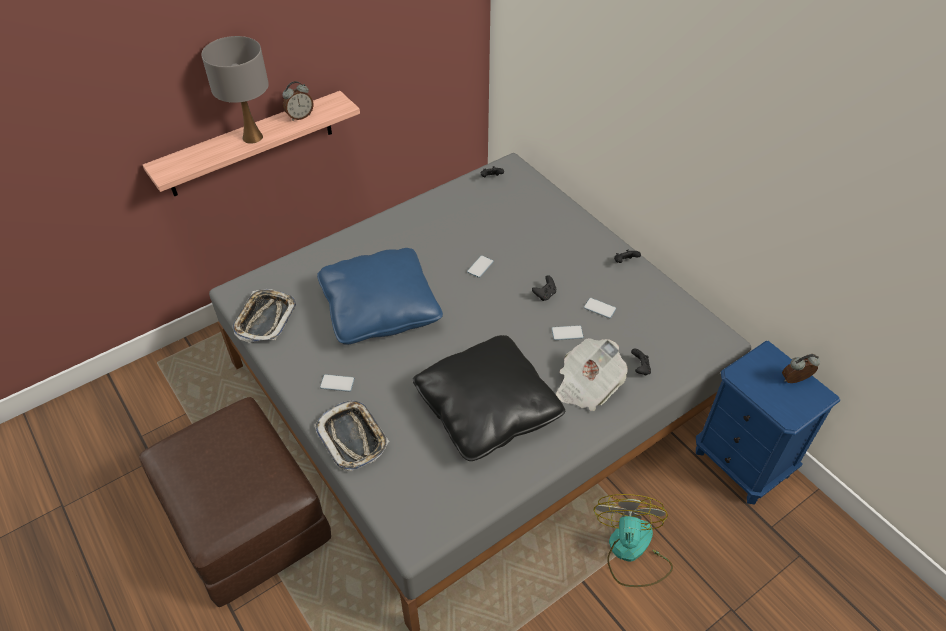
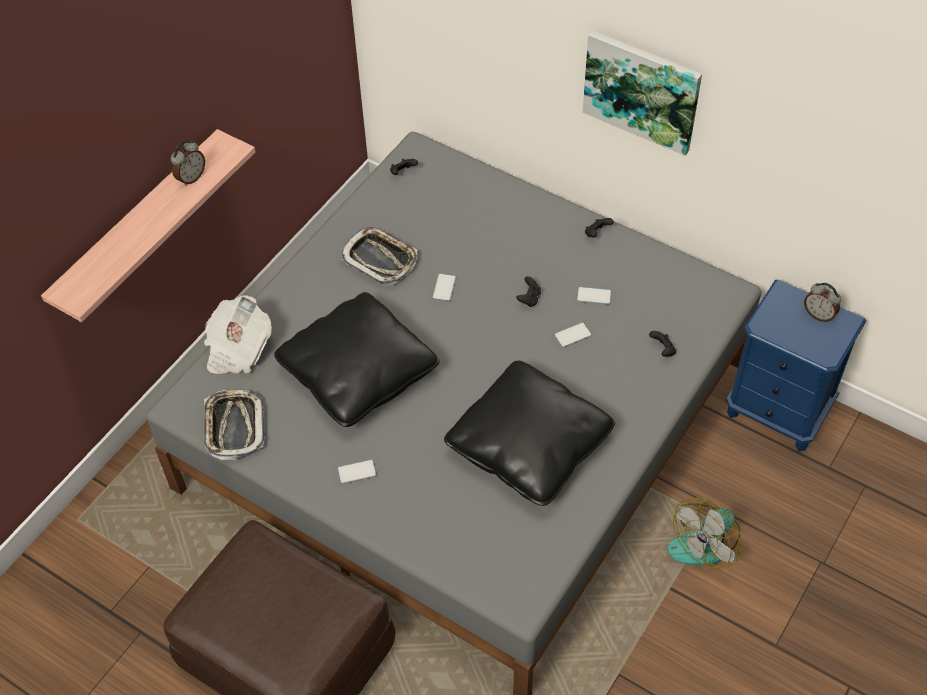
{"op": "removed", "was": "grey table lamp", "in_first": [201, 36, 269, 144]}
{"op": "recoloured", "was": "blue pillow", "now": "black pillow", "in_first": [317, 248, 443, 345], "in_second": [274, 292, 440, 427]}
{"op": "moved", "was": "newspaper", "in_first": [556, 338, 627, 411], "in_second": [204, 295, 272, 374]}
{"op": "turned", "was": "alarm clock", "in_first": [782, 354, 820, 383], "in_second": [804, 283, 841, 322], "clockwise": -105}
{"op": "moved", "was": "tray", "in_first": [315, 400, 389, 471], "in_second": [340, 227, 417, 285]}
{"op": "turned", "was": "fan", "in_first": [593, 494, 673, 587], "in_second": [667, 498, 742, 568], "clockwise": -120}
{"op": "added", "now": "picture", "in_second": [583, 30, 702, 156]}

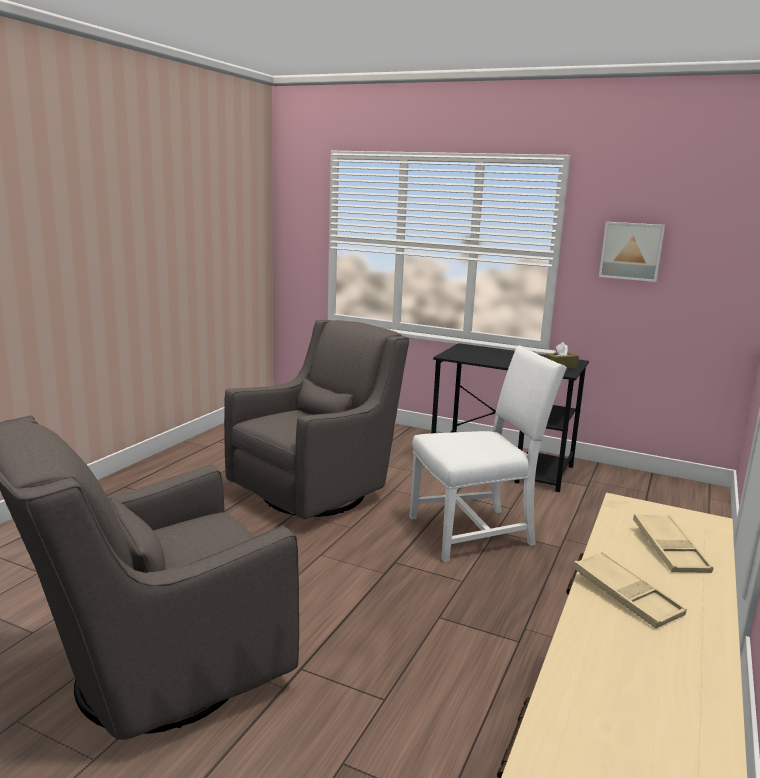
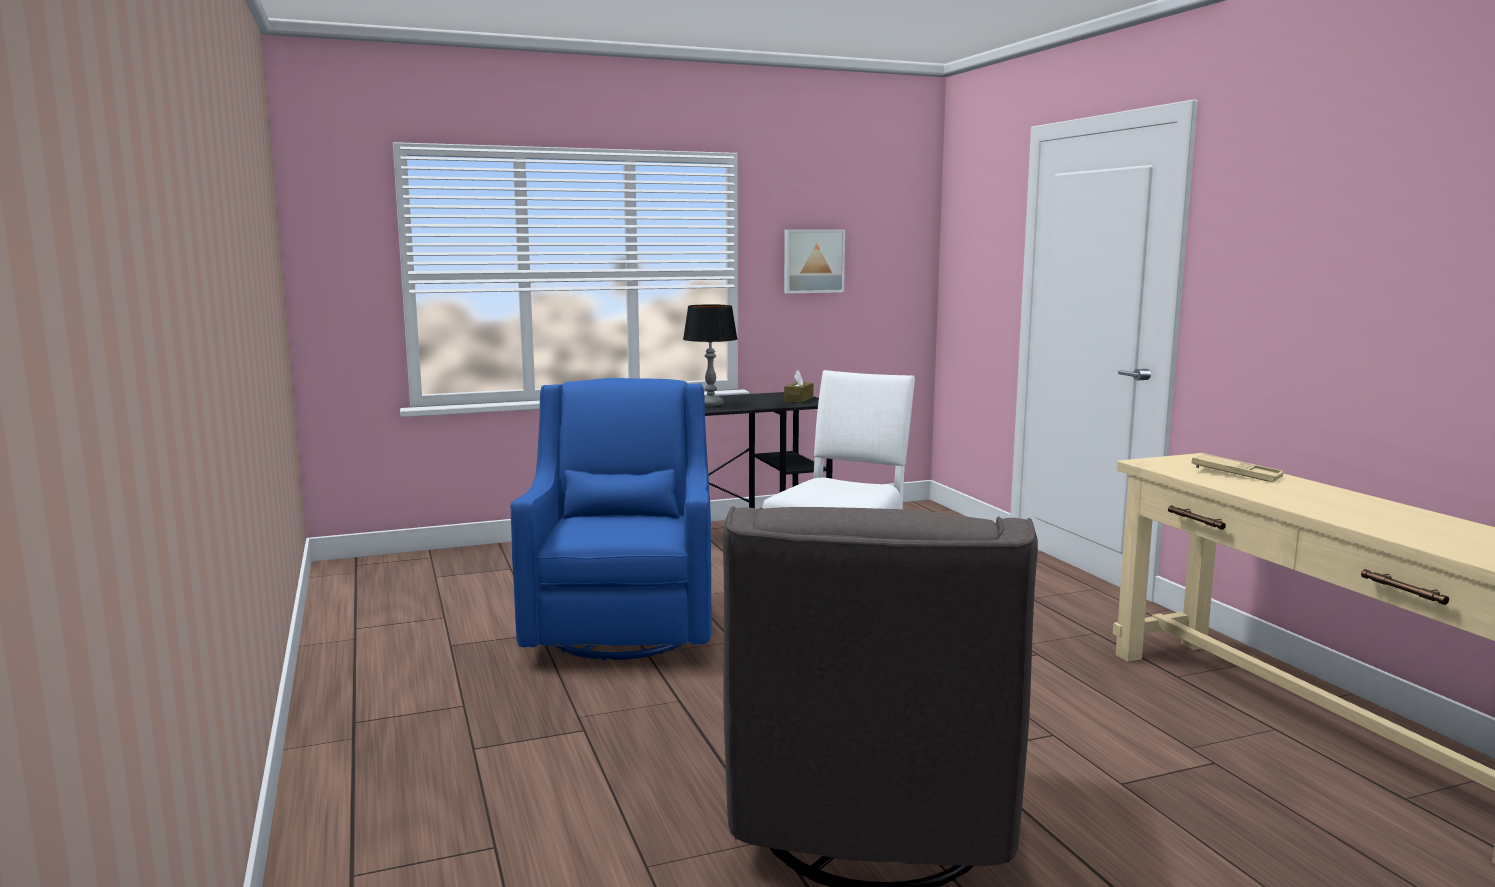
{"op": "recoloured", "was": "grey armchair", "now": "blue armchair", "in_first": [224, 320, 409, 519], "in_second": [510, 378, 712, 660]}
{"op": "removed", "was": "beige tray", "in_first": [573, 552, 687, 629]}
{"op": "added", "now": "table lamp", "in_second": [683, 304, 738, 407]}

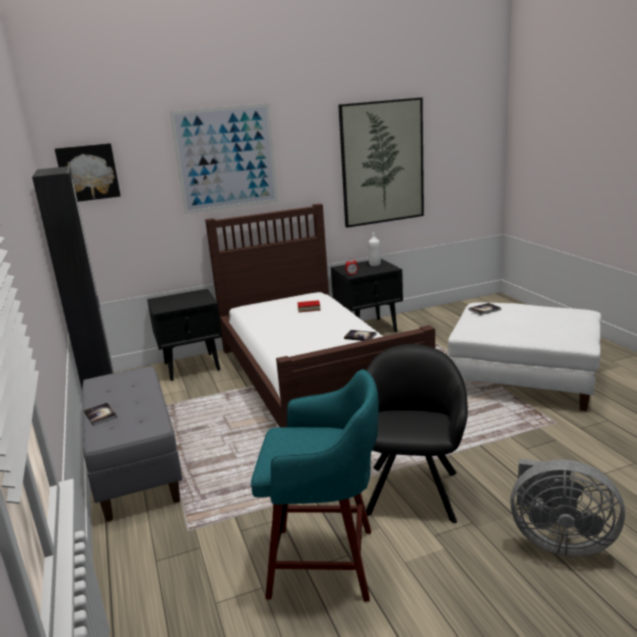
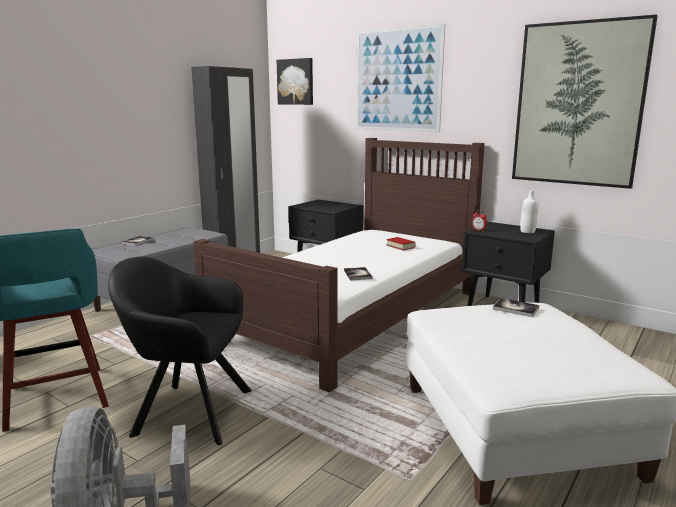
{"op": "turned", "was": "black armchair", "in_first": [366, 344, 468, 523], "in_second": [108, 256, 252, 445], "clockwise": -150}

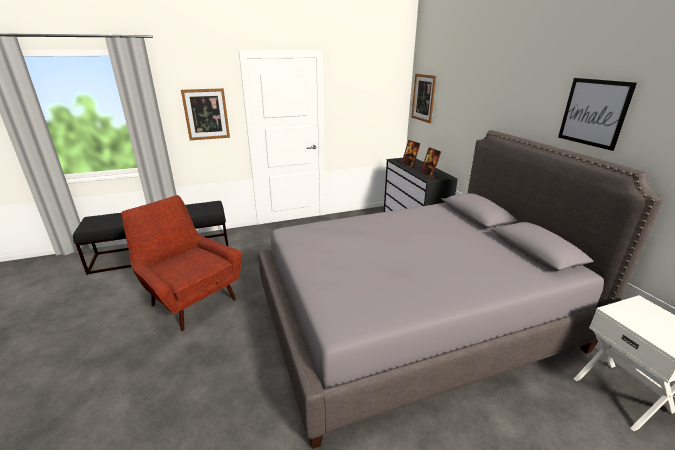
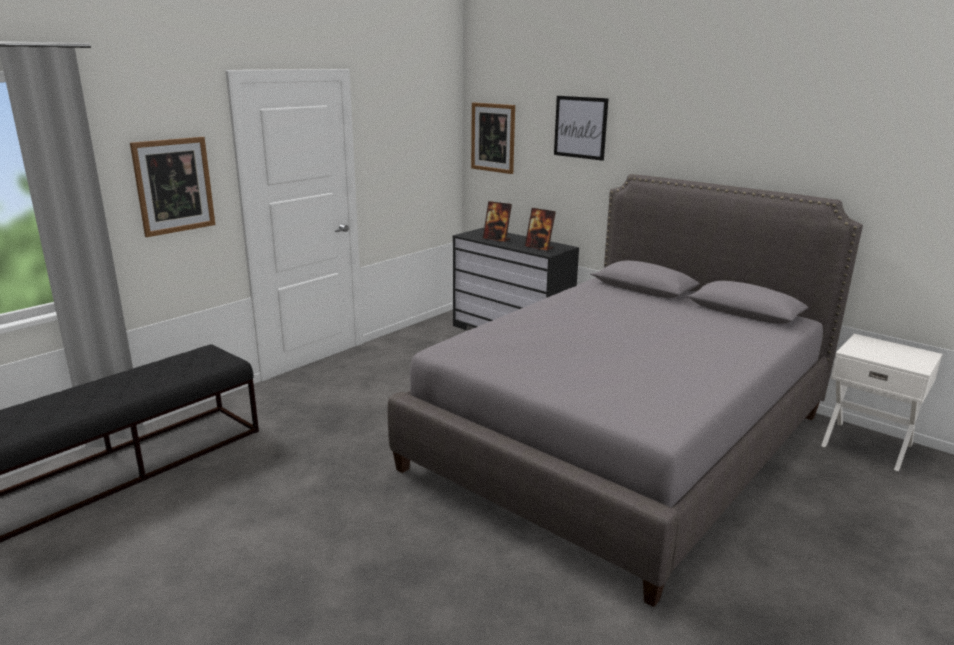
{"op": "moved", "was": "picture", "in_first": [558, 78, 637, 151], "in_second": [554, 96, 609, 161]}
{"op": "removed", "was": "red armchair", "in_first": [121, 195, 242, 331]}

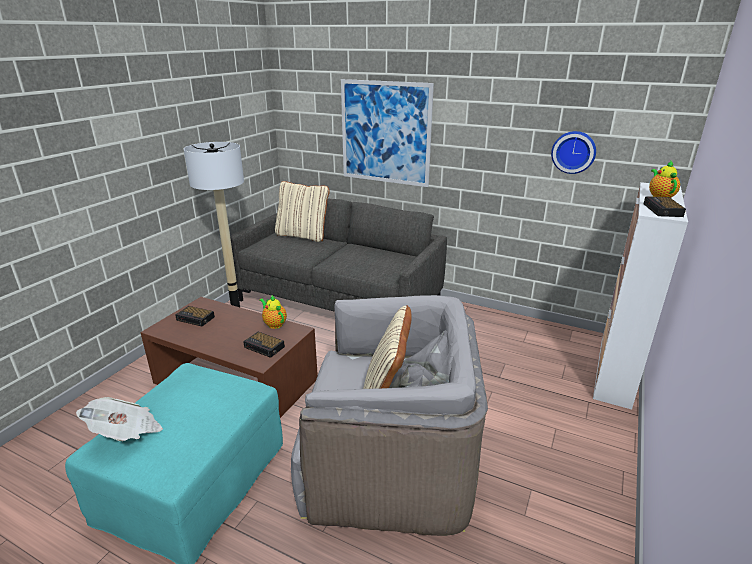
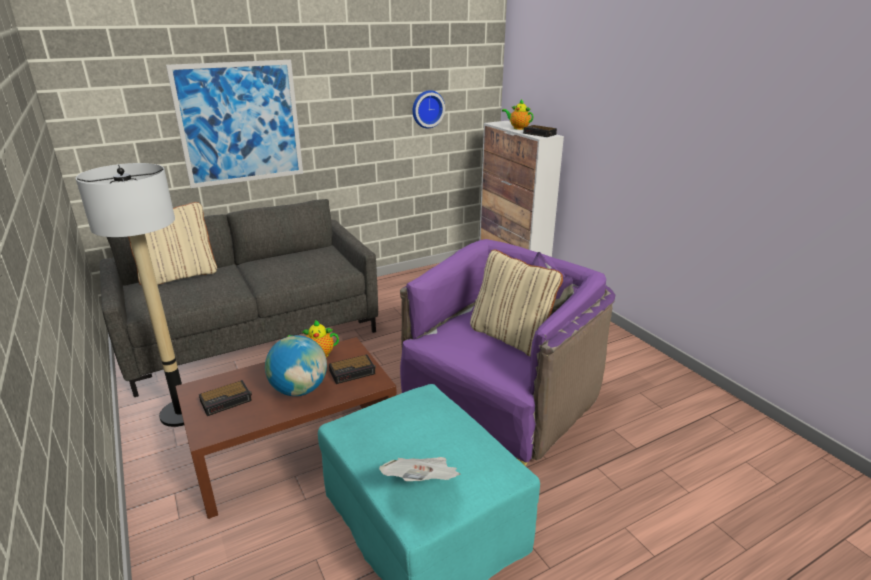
{"op": "recoloured", "was": "grey armchair", "now": "purple armchair", "in_first": [291, 295, 488, 536], "in_second": [400, 239, 615, 465]}
{"op": "added", "now": "globe", "in_second": [265, 335, 327, 396]}

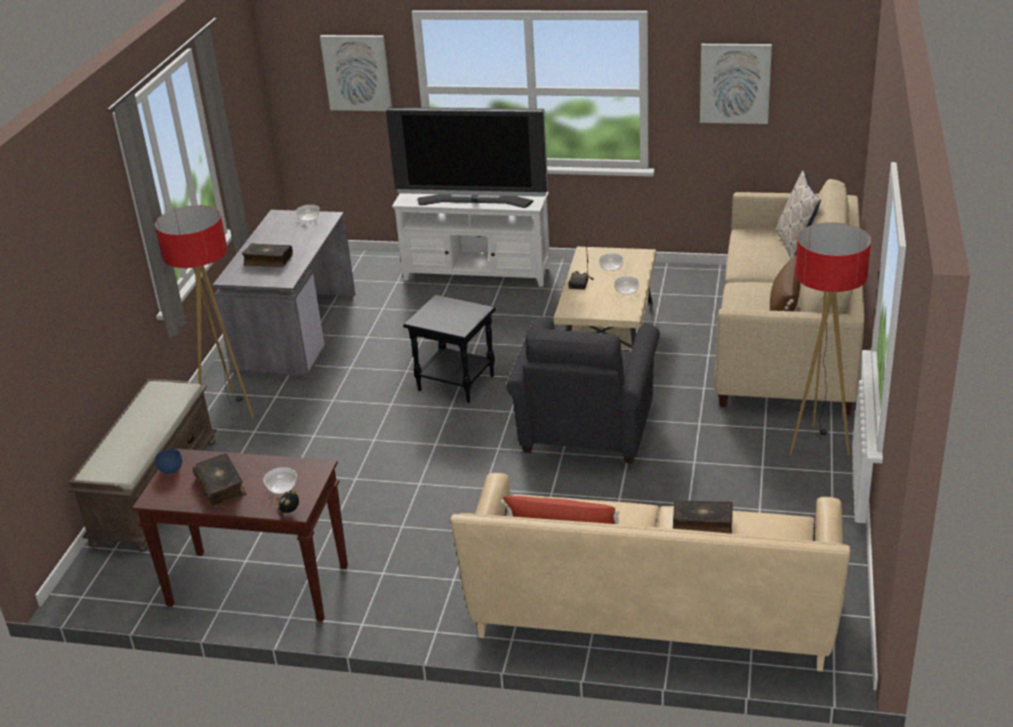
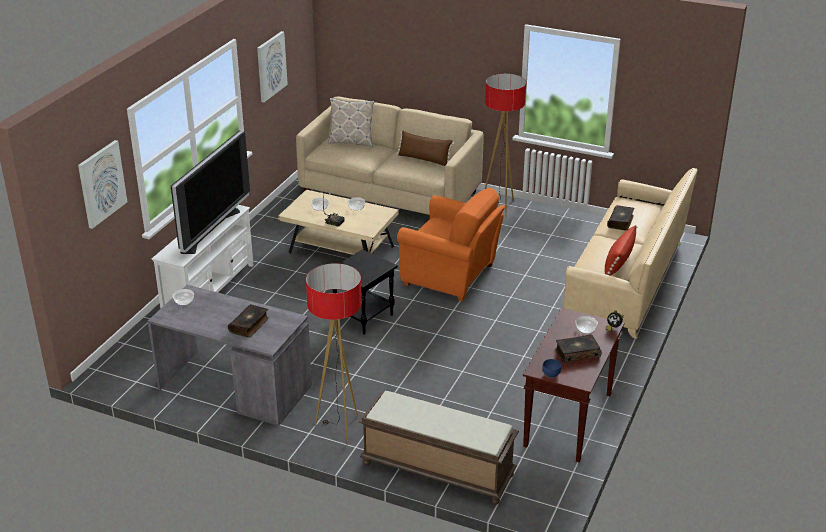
{"op": "recoloured", "was": "grey armchair", "now": "orange armchair", "in_first": [506, 317, 660, 464], "in_second": [397, 188, 505, 301]}

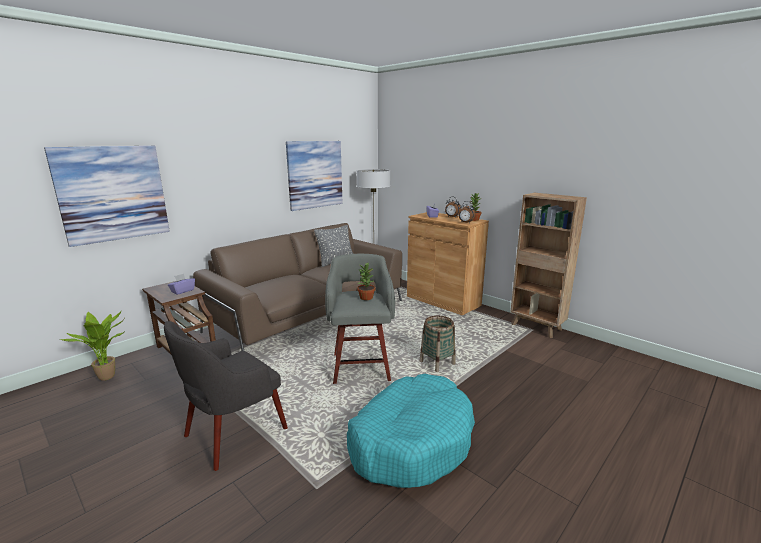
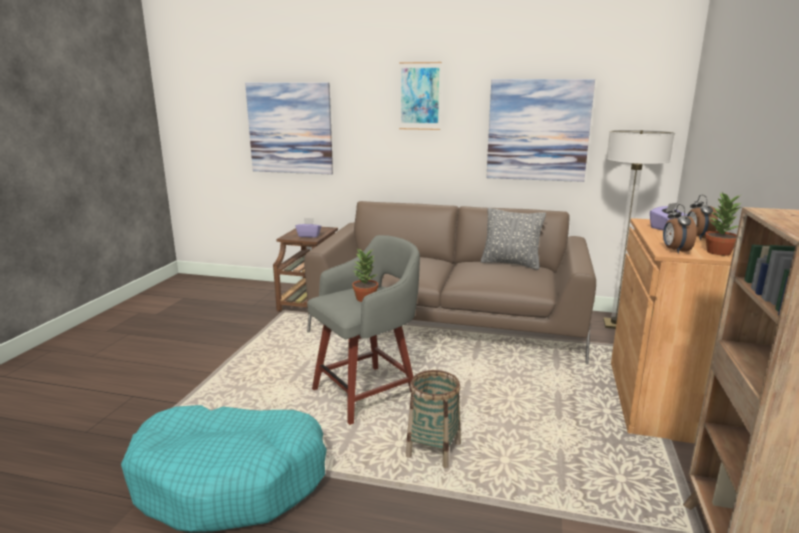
{"op": "removed", "was": "potted plant", "in_first": [60, 311, 125, 381]}
{"op": "removed", "was": "grey armchair", "in_first": [164, 321, 288, 471]}
{"op": "added", "now": "picture", "in_second": [399, 62, 442, 130]}

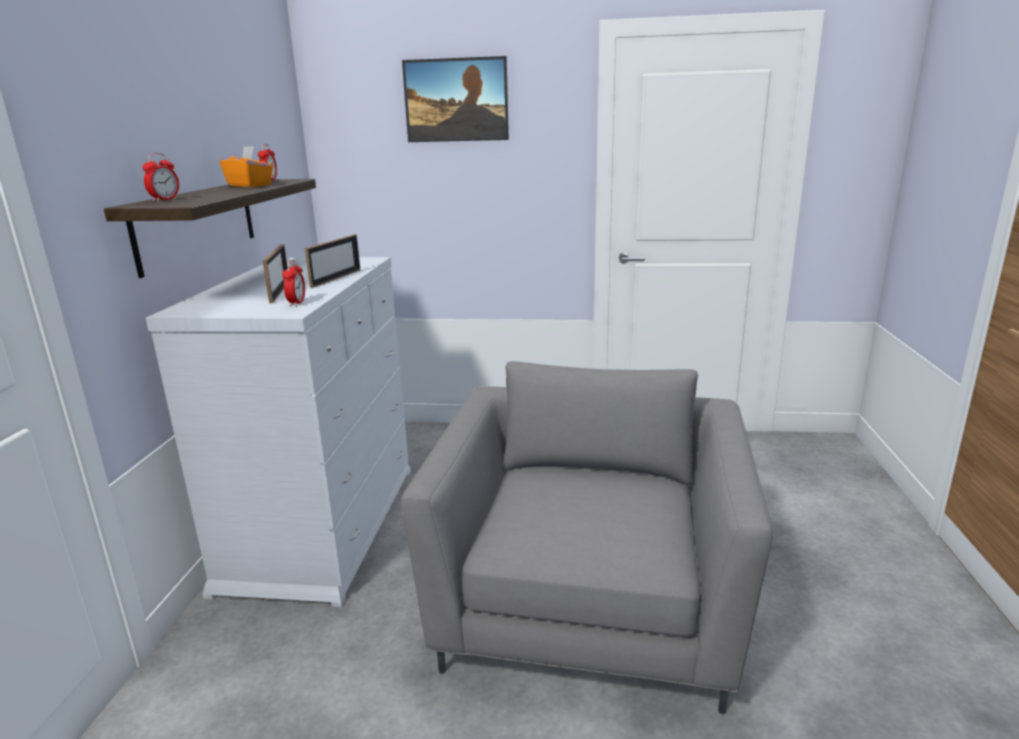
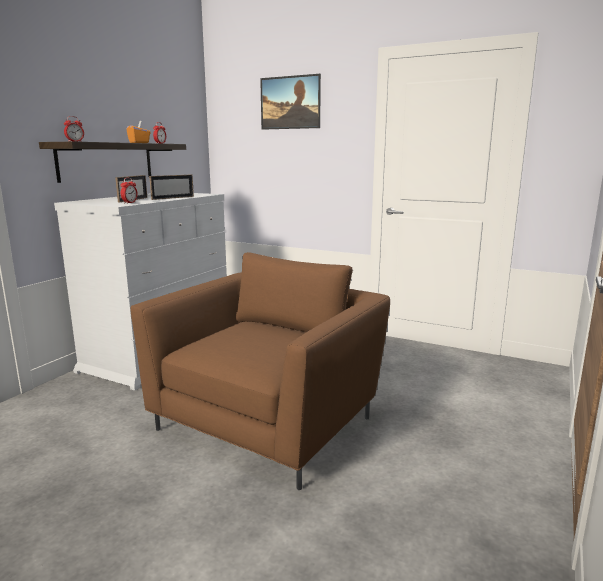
{"op": "recoloured", "was": "grey armchair", "now": "brown armchair", "in_first": [401, 361, 773, 714], "in_second": [130, 252, 390, 490]}

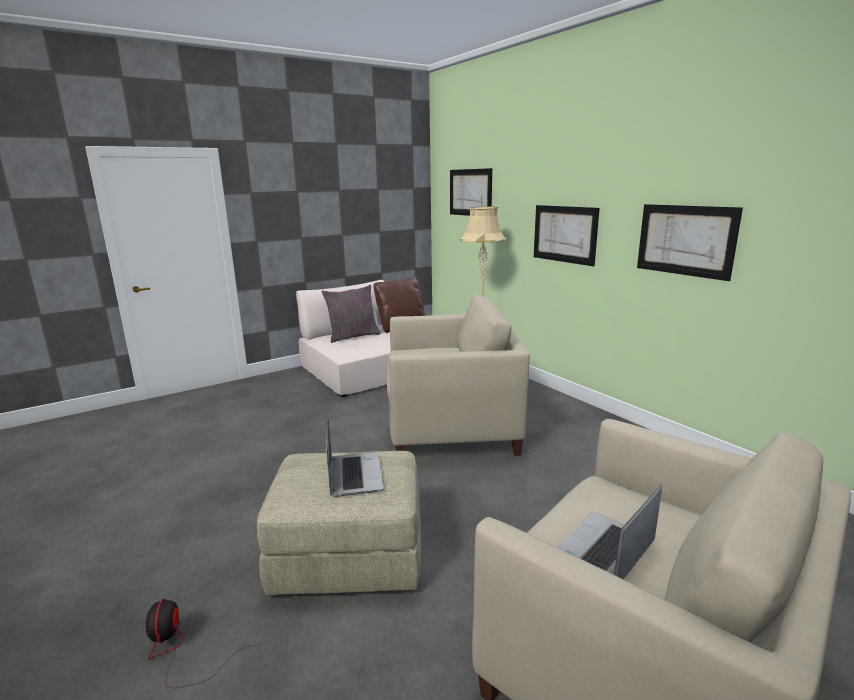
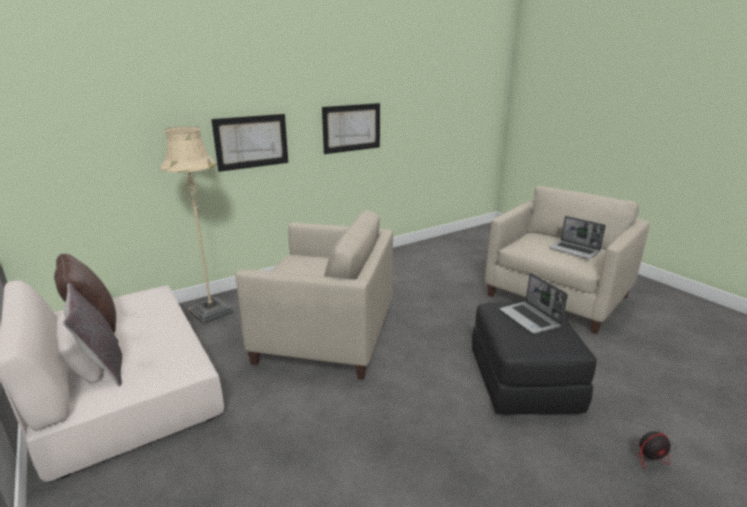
{"op": "removed", "was": "picture", "in_first": [450, 168, 492, 216]}
{"op": "turned", "was": "beige armchair", "in_first": [387, 295, 530, 456], "in_second": [236, 210, 393, 380], "clockwise": 105}
{"op": "turned", "was": "laptop", "in_first": [326, 417, 384, 497], "in_second": [499, 273, 568, 334], "clockwise": -105}
{"op": "recoloured", "was": "beige ottoman", "now": "black ottoman", "in_first": [257, 451, 421, 595], "in_second": [472, 302, 596, 415]}

